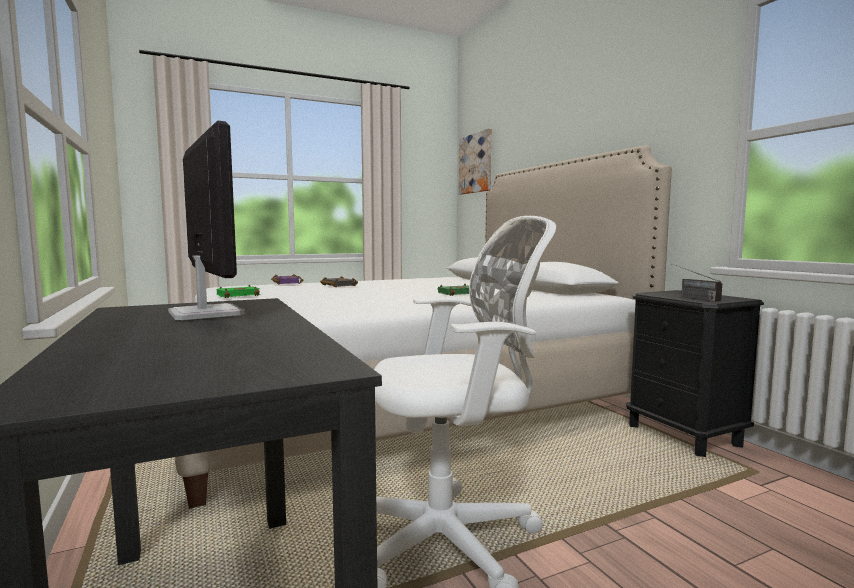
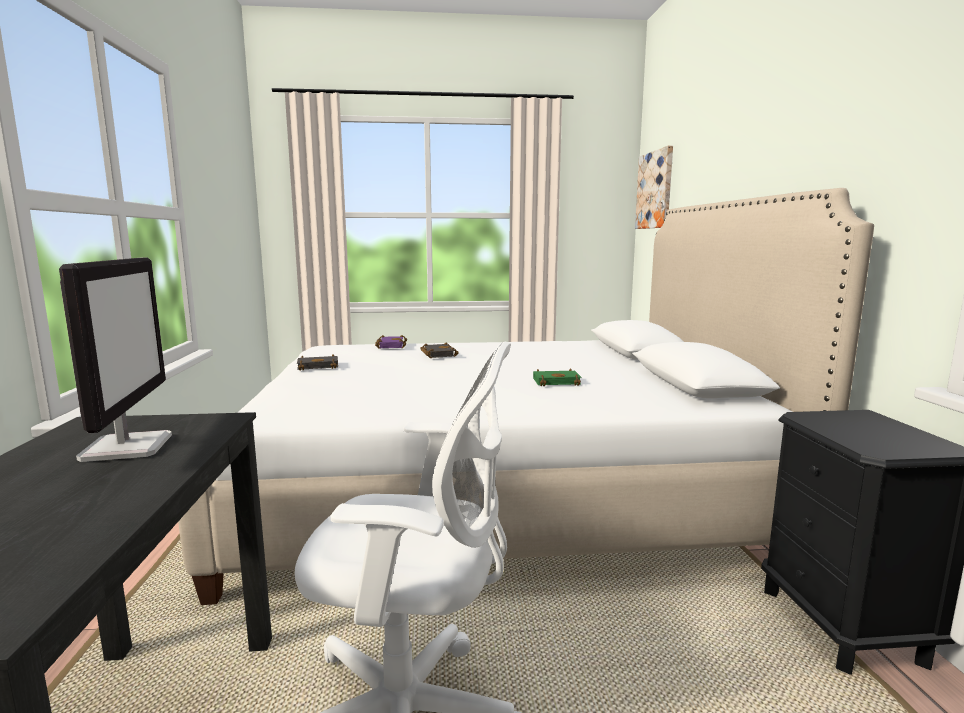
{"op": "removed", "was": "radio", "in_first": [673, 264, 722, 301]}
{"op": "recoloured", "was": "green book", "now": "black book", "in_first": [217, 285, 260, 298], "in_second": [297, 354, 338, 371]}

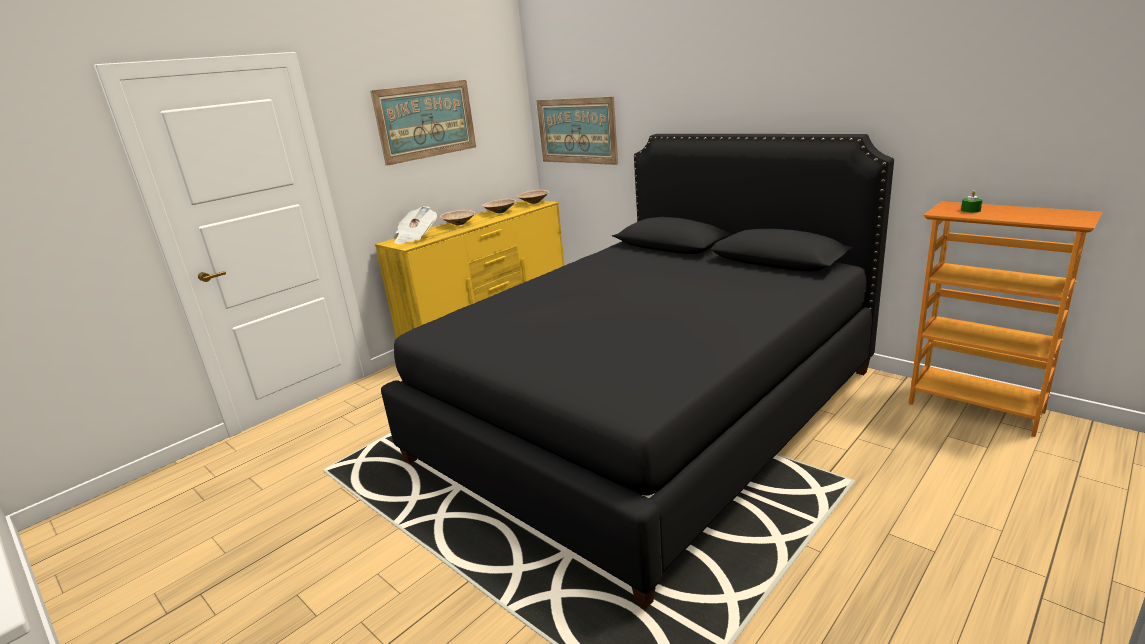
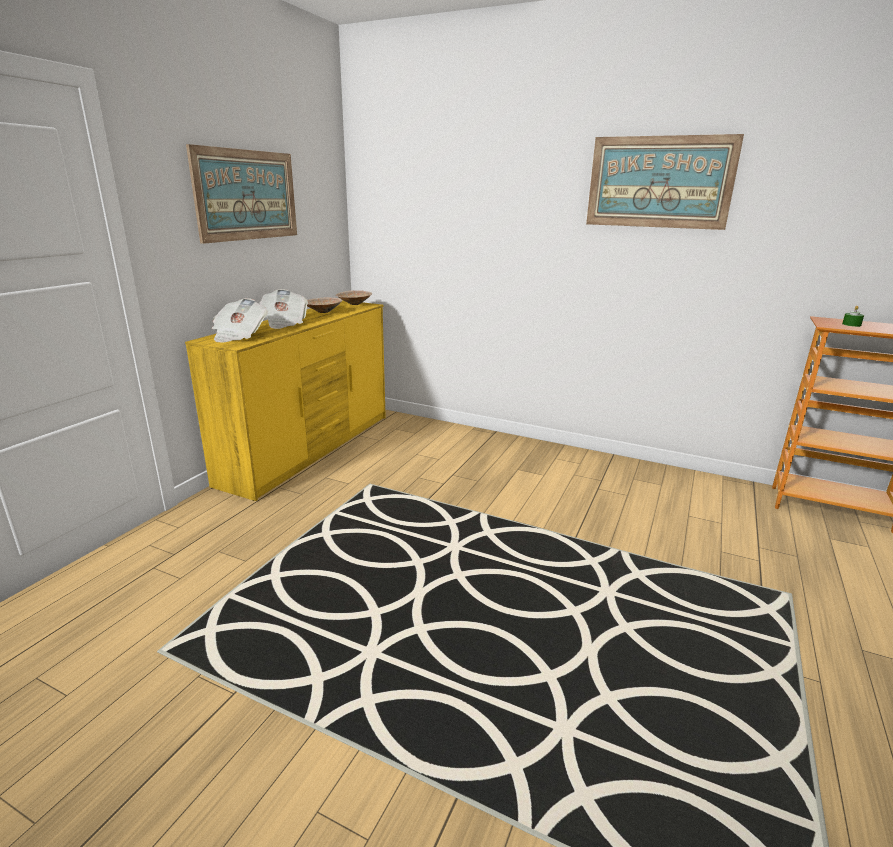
{"op": "moved", "was": "picture", "in_first": [536, 96, 618, 165], "in_second": [586, 134, 744, 230]}
{"op": "removed", "was": "black bed", "in_first": [381, 134, 894, 609]}
{"op": "replaced", "was": "beige bowl", "now": "newspaper", "in_first": [440, 210, 476, 225], "in_second": [259, 289, 308, 329]}

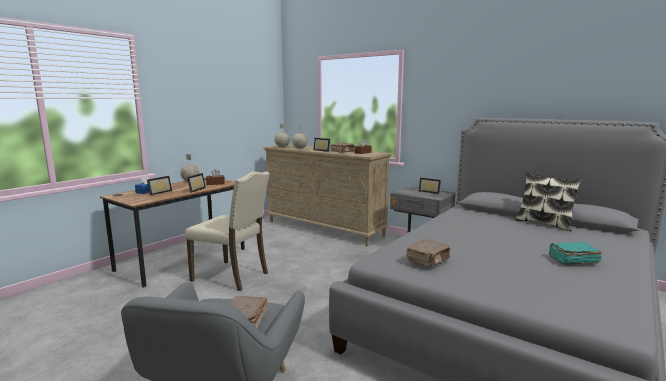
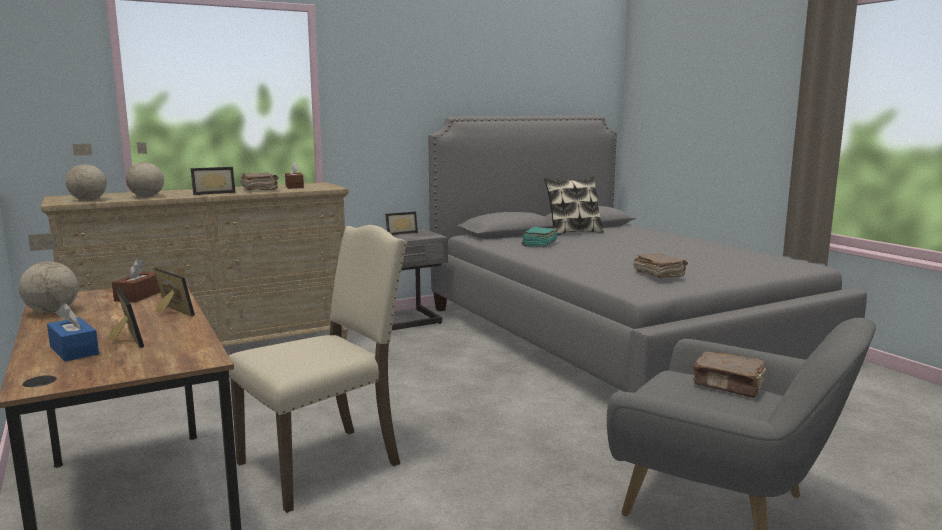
{"op": "moved", "was": "turquoise book", "in_first": [549, 242, 602, 265], "in_second": [522, 227, 558, 248]}

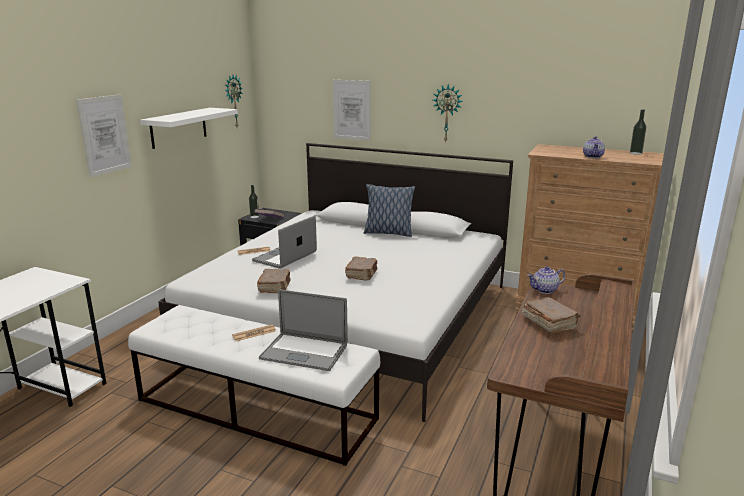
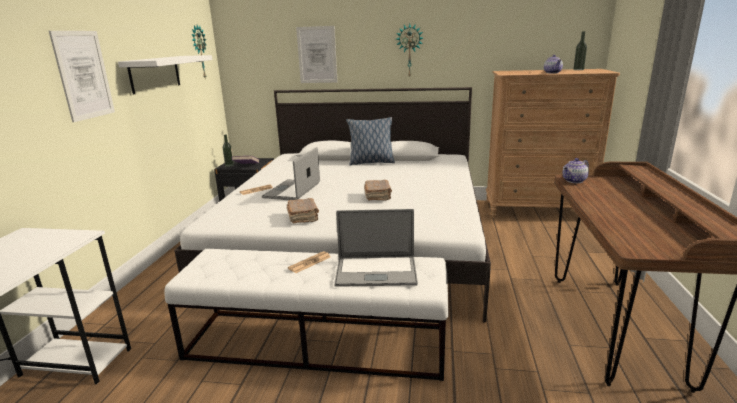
{"op": "removed", "was": "brown book", "in_first": [522, 297, 581, 334]}

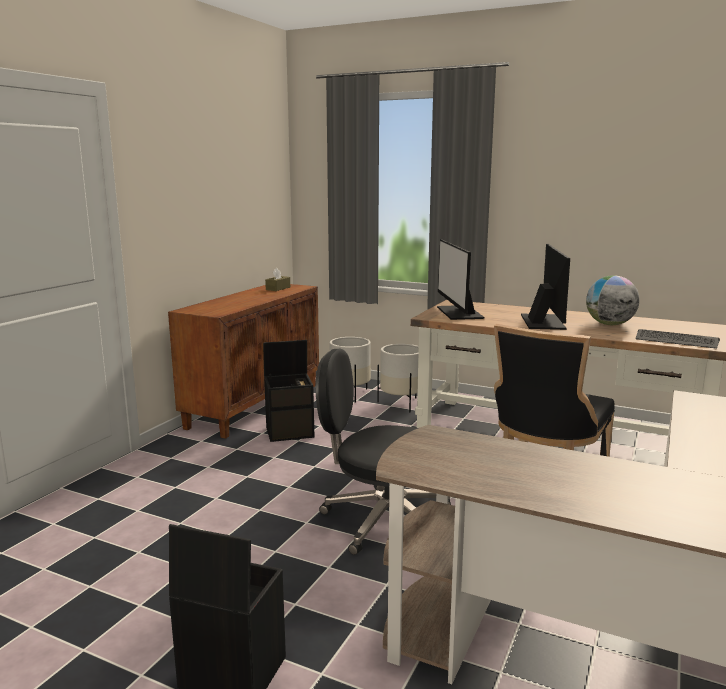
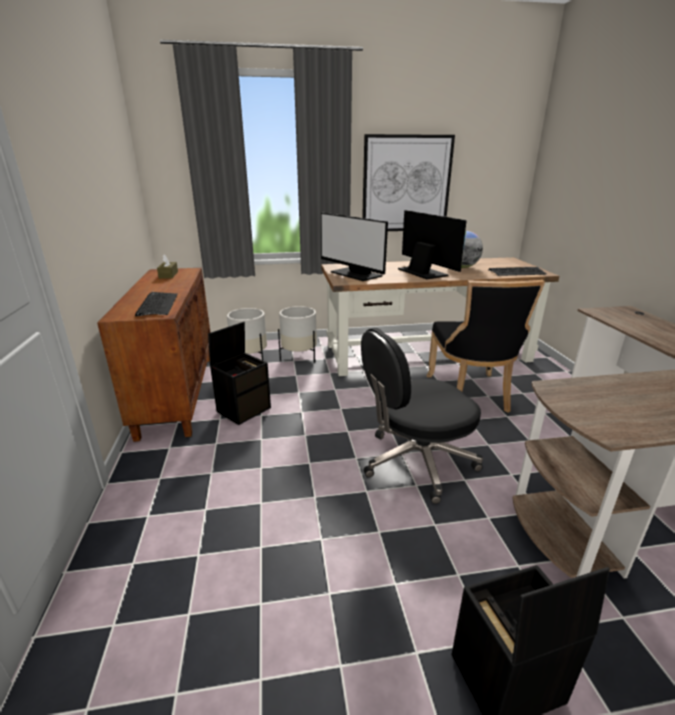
{"op": "added", "now": "picture", "in_second": [362, 134, 455, 231]}
{"op": "added", "now": "keyboard", "in_second": [135, 292, 178, 316]}

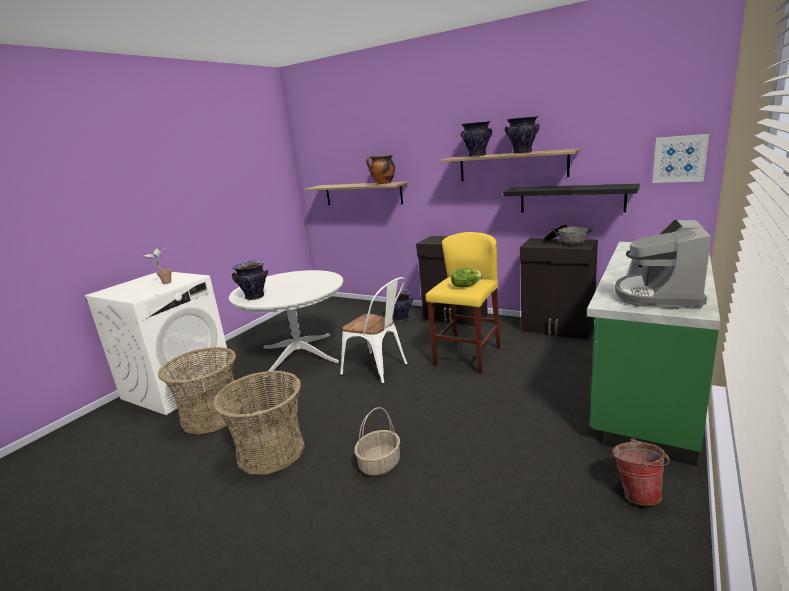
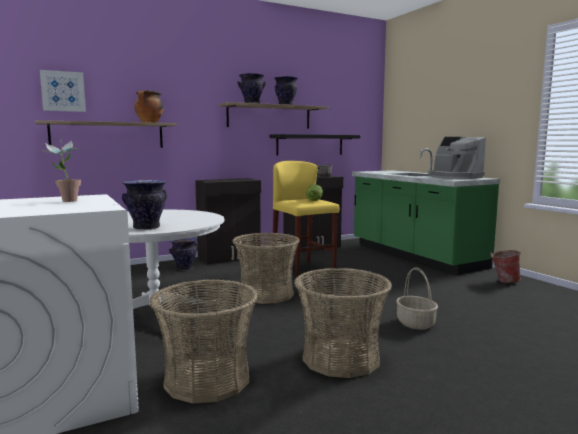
{"op": "moved", "was": "picture", "in_first": [653, 134, 709, 183], "in_second": [40, 70, 86, 112]}
{"op": "replaced", "was": "white chair", "now": "basket", "in_first": [340, 277, 408, 384], "in_second": [232, 233, 300, 304]}

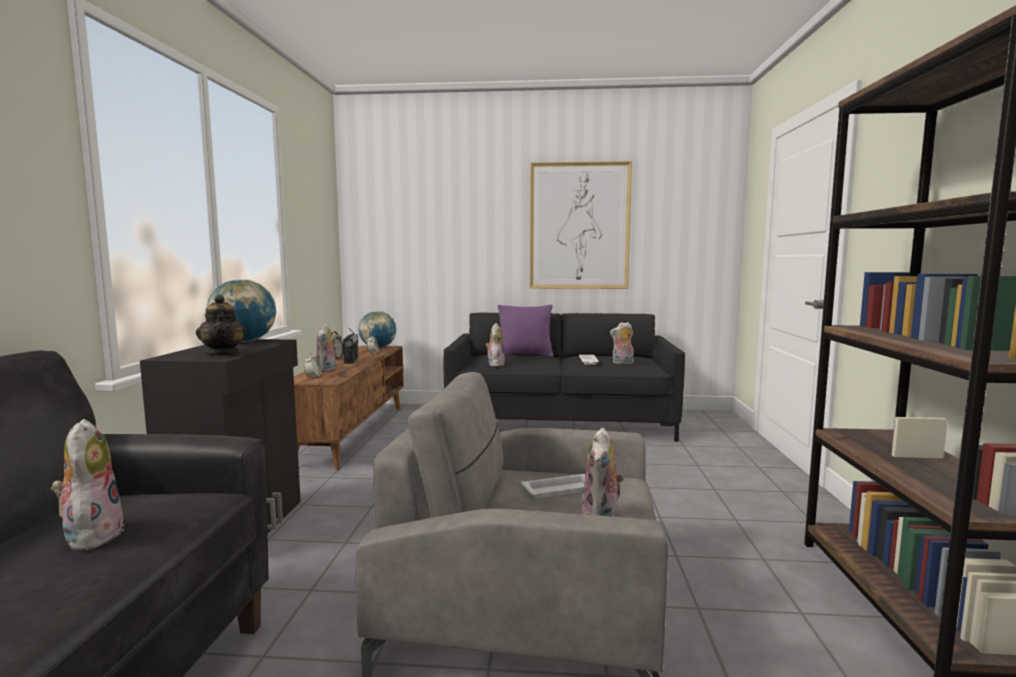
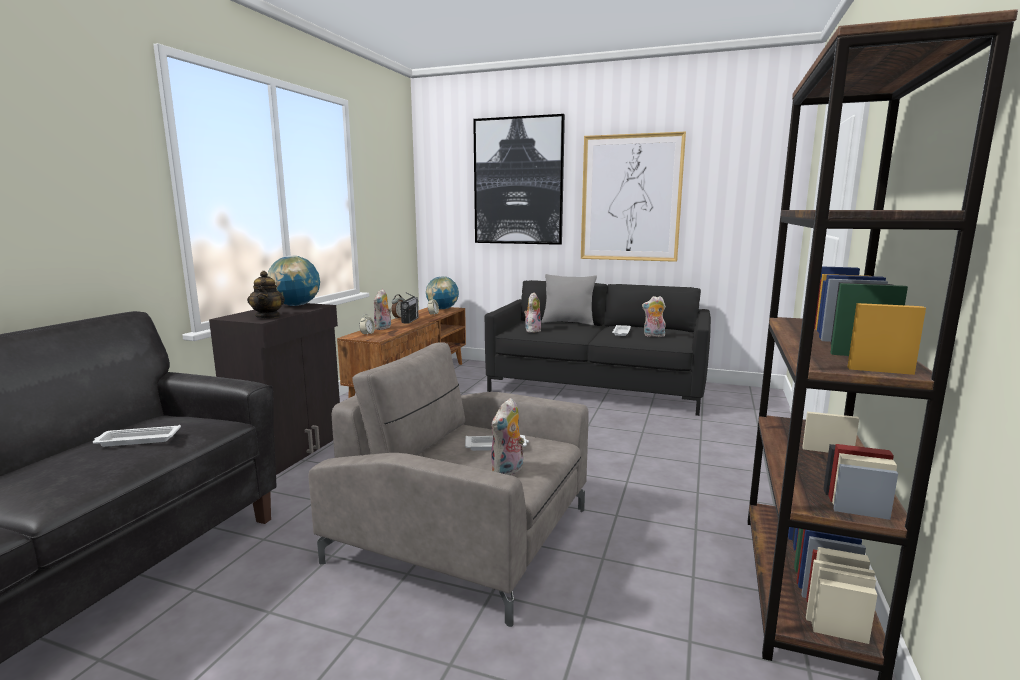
{"op": "recoloured", "was": "purple pillow", "now": "grey pillow", "in_first": [498, 304, 554, 357], "in_second": [541, 274, 597, 325]}
{"op": "replaced", "was": "plush toy", "now": "white tray", "in_first": [51, 419, 124, 550], "in_second": [93, 425, 181, 447]}
{"op": "added", "now": "picture", "in_second": [473, 114, 565, 245]}

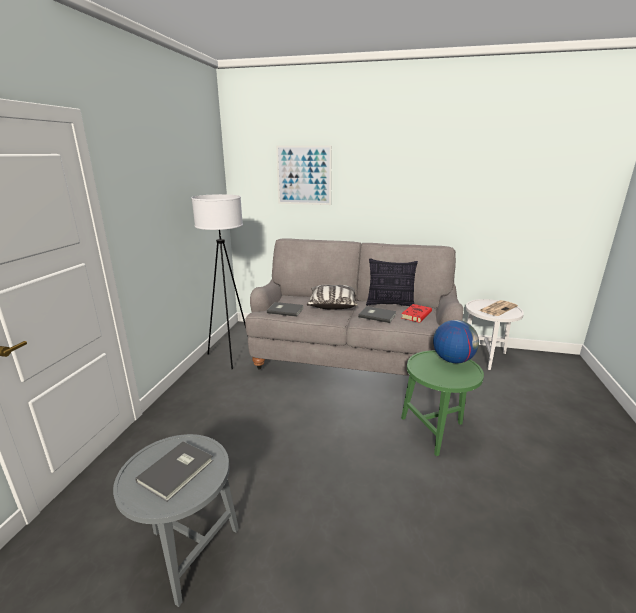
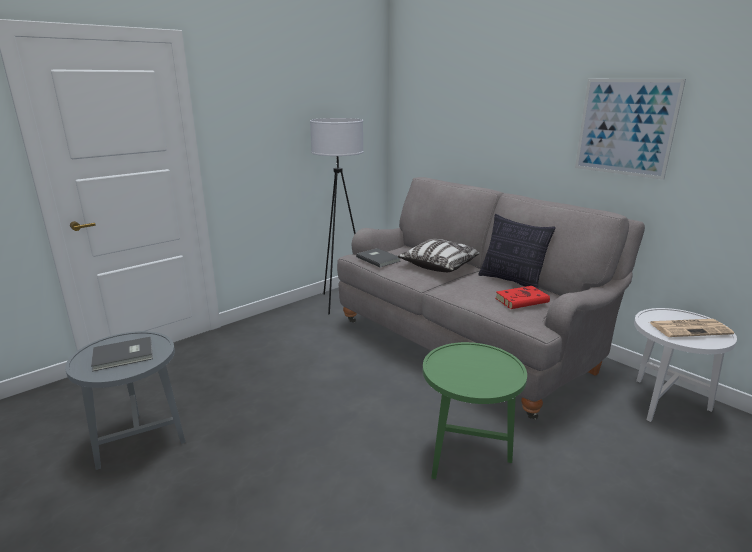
{"op": "moved", "was": "picture", "in_first": [276, 145, 332, 205], "in_second": [575, 79, 686, 180]}
{"op": "removed", "was": "grey book", "in_first": [358, 306, 397, 323]}
{"op": "removed", "was": "globe", "in_first": [433, 320, 479, 363]}

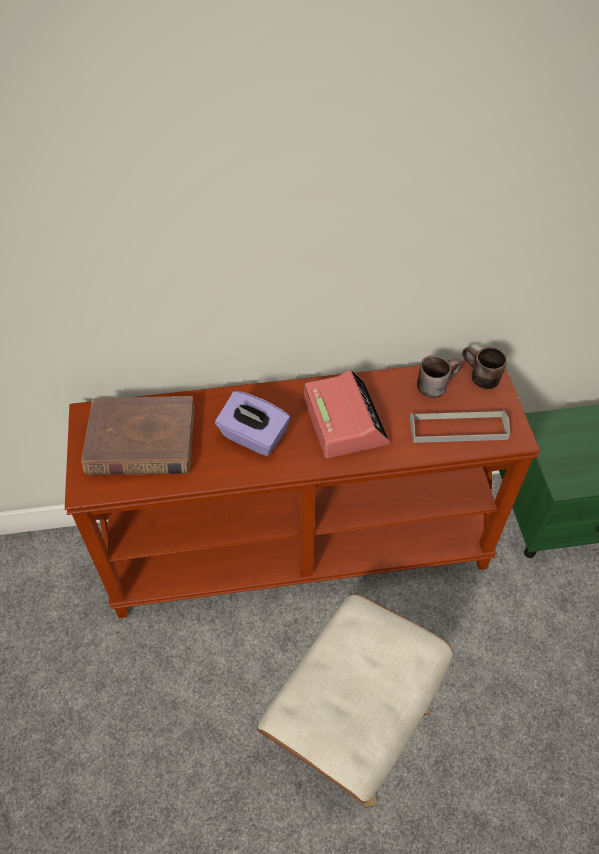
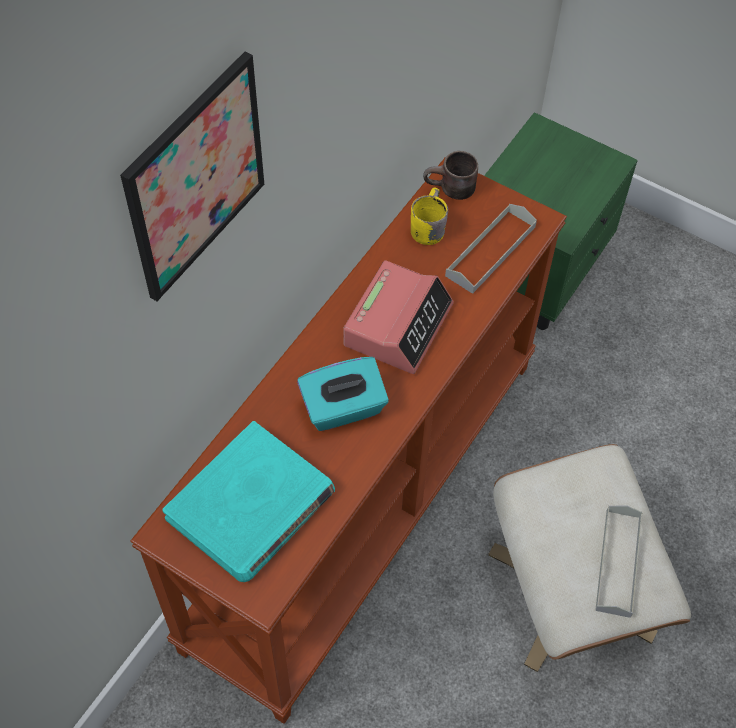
{"op": "recoloured", "was": "brown mug", "now": "yellow mug", "in_first": [417, 355, 462, 398], "in_second": [411, 187, 448, 245]}
{"op": "turned", "was": "alarm clock", "in_first": [304, 369, 390, 458], "in_second": [343, 261, 454, 374], "clockwise": 90}
{"op": "recoloured", "was": "purple tissue box", "now": "turquoise tissue box", "in_first": [215, 391, 290, 456], "in_second": [297, 357, 389, 431]}
{"op": "recoloured", "was": "brown book", "now": "turquoise book", "in_first": [81, 396, 195, 475], "in_second": [162, 421, 335, 582]}
{"op": "added", "now": "picture", "in_second": [120, 51, 264, 301]}
{"op": "added", "now": "grey tray", "in_second": [595, 506, 643, 618]}

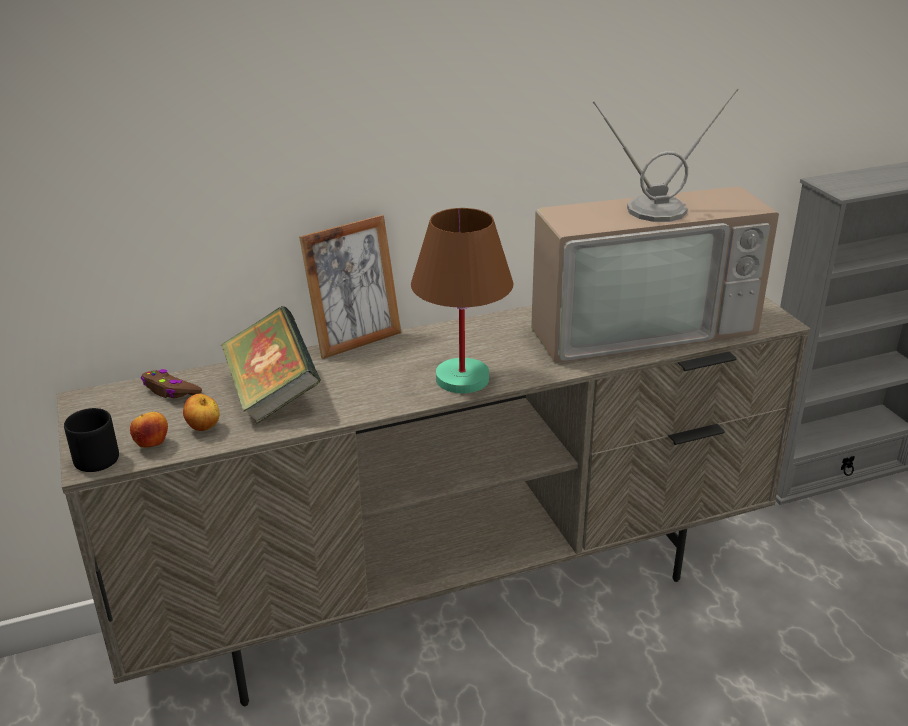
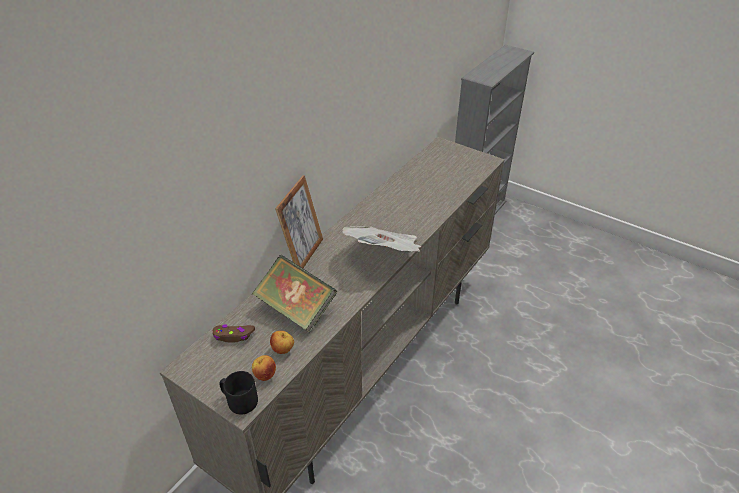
{"op": "removed", "was": "television", "in_first": [531, 88, 779, 363]}
{"op": "replaced", "was": "brown table lamp", "now": "newspaper", "in_first": [411, 208, 513, 393], "in_second": [342, 226, 421, 252]}

